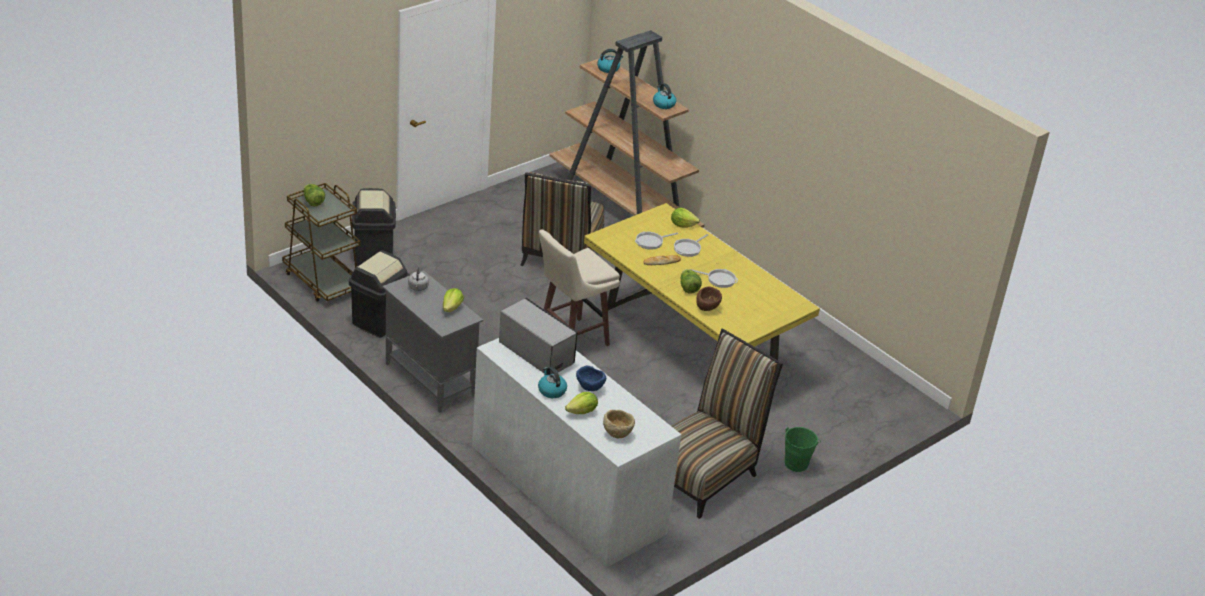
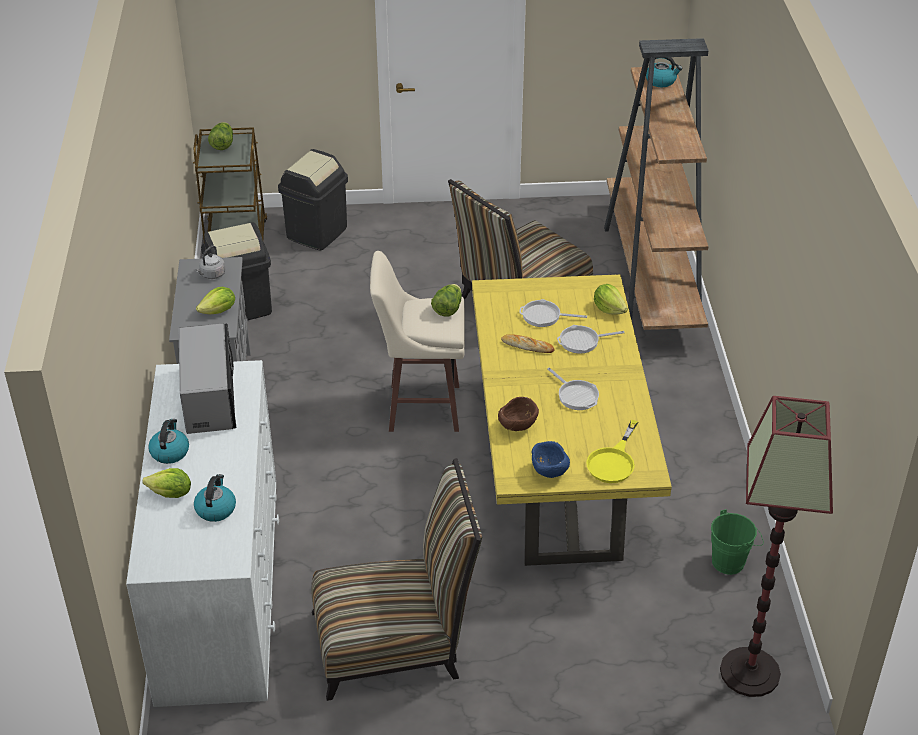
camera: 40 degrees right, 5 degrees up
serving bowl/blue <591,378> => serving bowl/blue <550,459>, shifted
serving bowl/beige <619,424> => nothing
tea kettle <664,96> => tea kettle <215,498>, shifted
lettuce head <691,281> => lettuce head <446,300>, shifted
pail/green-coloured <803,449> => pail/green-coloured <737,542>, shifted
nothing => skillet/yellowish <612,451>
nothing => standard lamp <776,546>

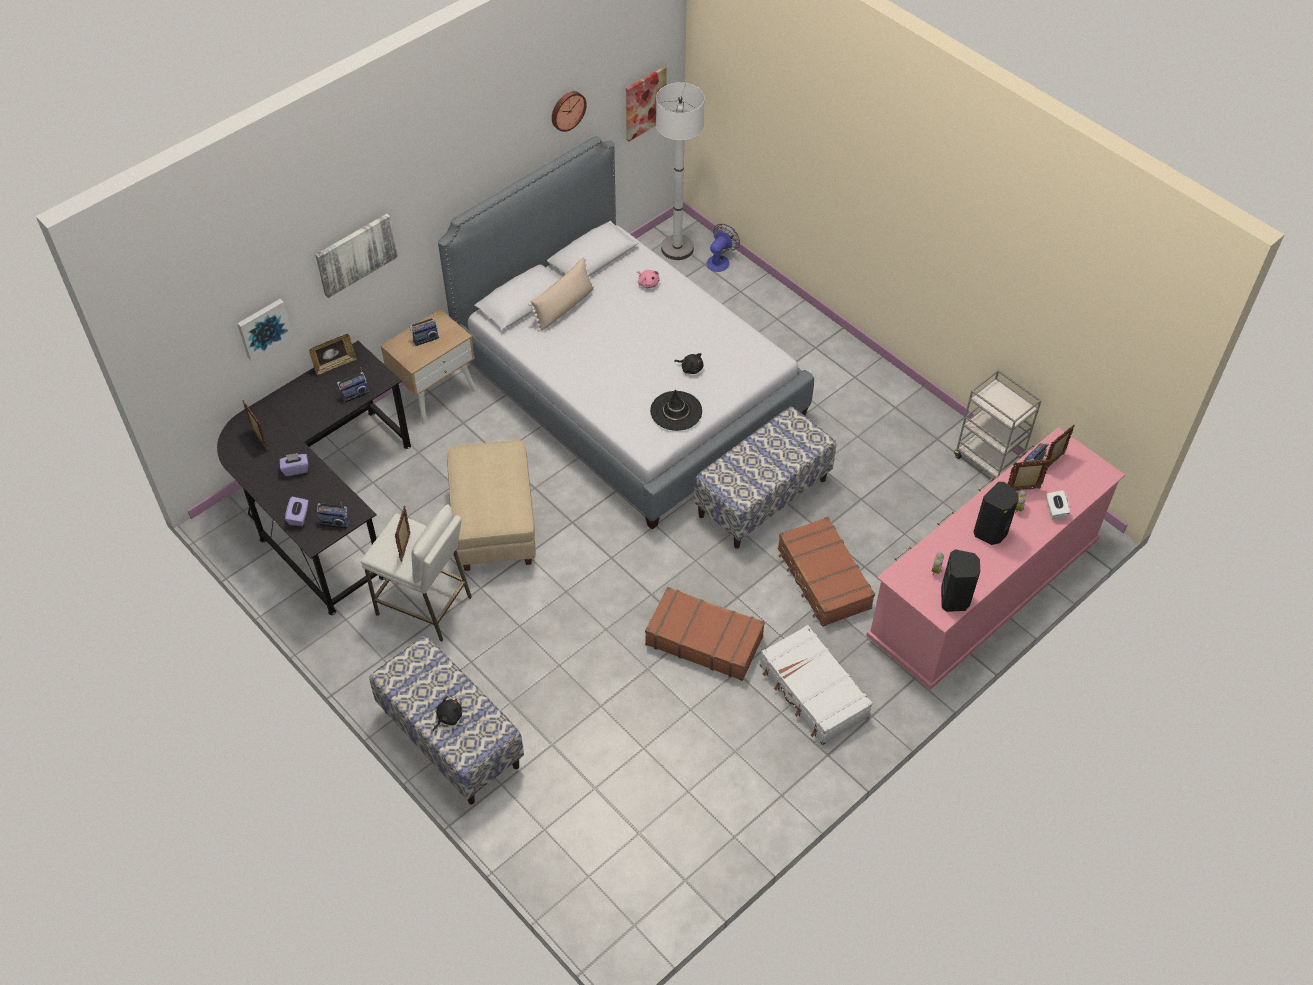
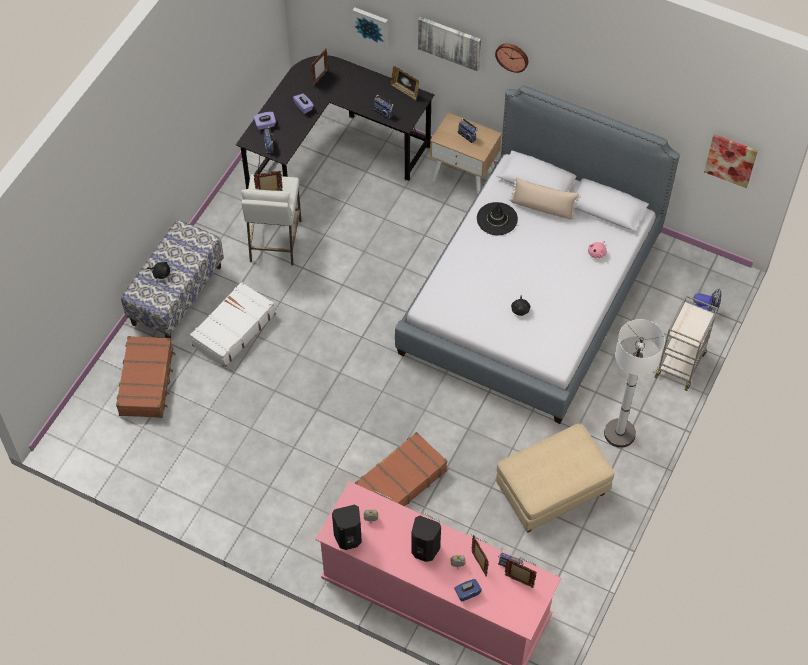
camera: 70 degrees right, 5 degrees up
footrest/beige <491,505> => footrest/beige <555,478>, shifted
wall clock <569,111> => wall clock <511,58>, shifted
suitcase/brownish <705,634> => suitcase/brownish <146,377>, shifted
wearable hat/black-coloured <676,410> => wearable hat/black-coloured <497,218>, shifted
standard lamp/whitish <680,171> => standard lamp/whitish <634,383>, shifted
bench <765,478> => nothing
suitcase/whitish <816,685> => suitcase/whitish <232,324>, shifted
trolley/gray <998,424> => trolley/gray <686,343>, shifted
box of tissues/whitish <1058,505> => box of tissues/blue <468,590>

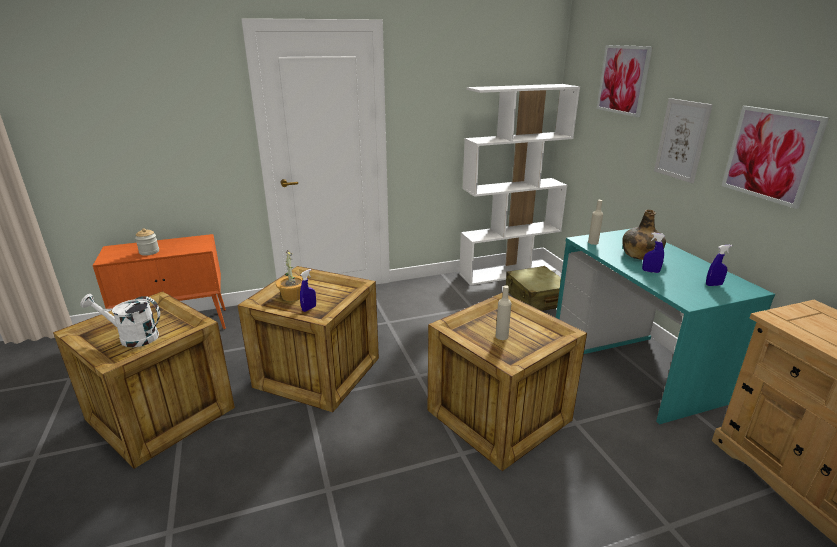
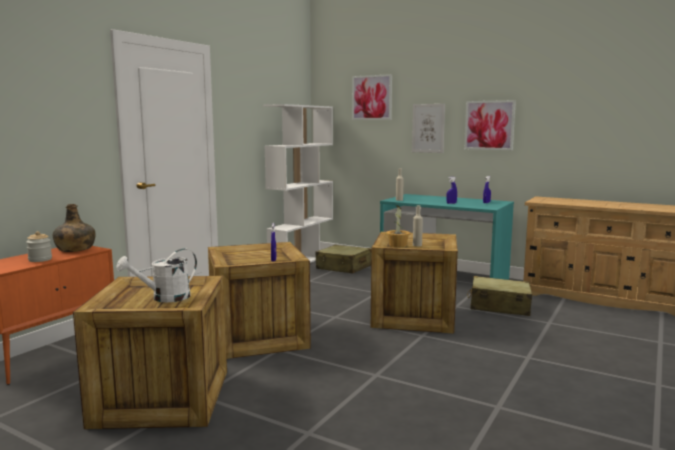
camera: 40 degrees left, 15 degrees down
potted plant <289,275> => potted plant <398,226>, shifted
bottle/green-coloured <644,235> => bottle/green-coloured <74,228>, shifted
nothing => suitcase/beige <499,296>

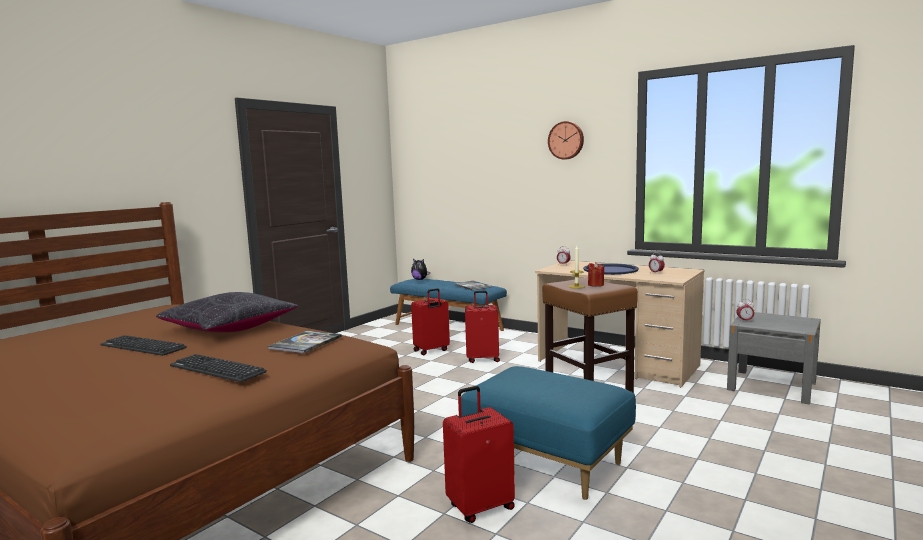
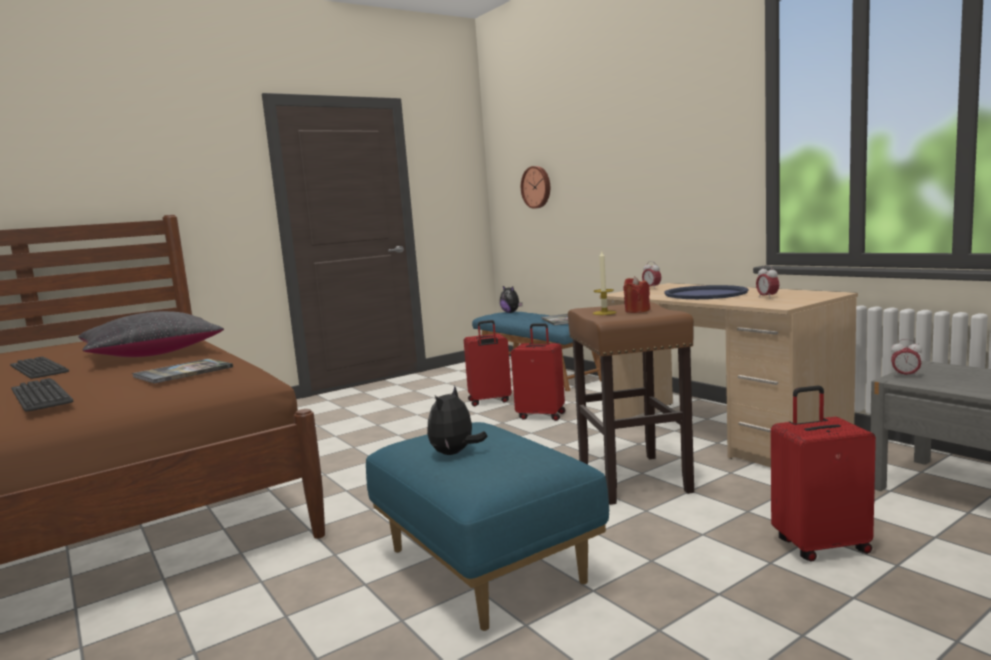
camera: 20 degrees right, 0 degrees up
suitcase/reddish <479,454> => suitcase/reddish <823,474>, shifted
wall clock <566,140> => wall clock <535,187>, shifted
nothing => plush toy <457,420>

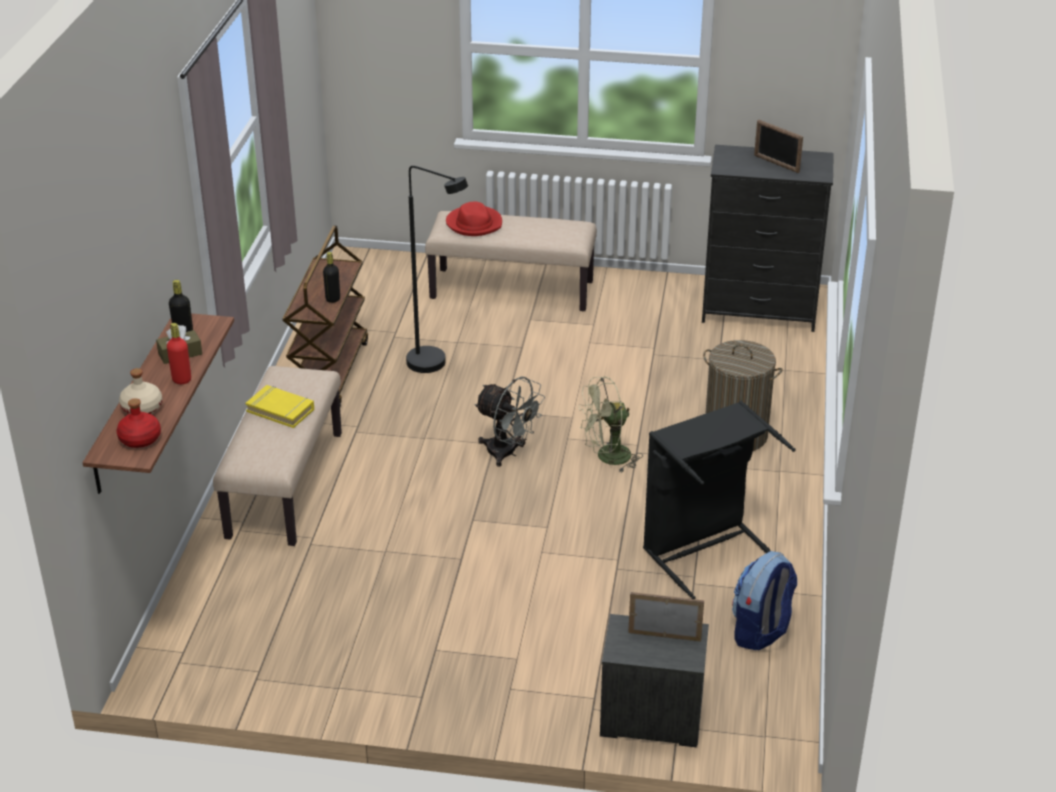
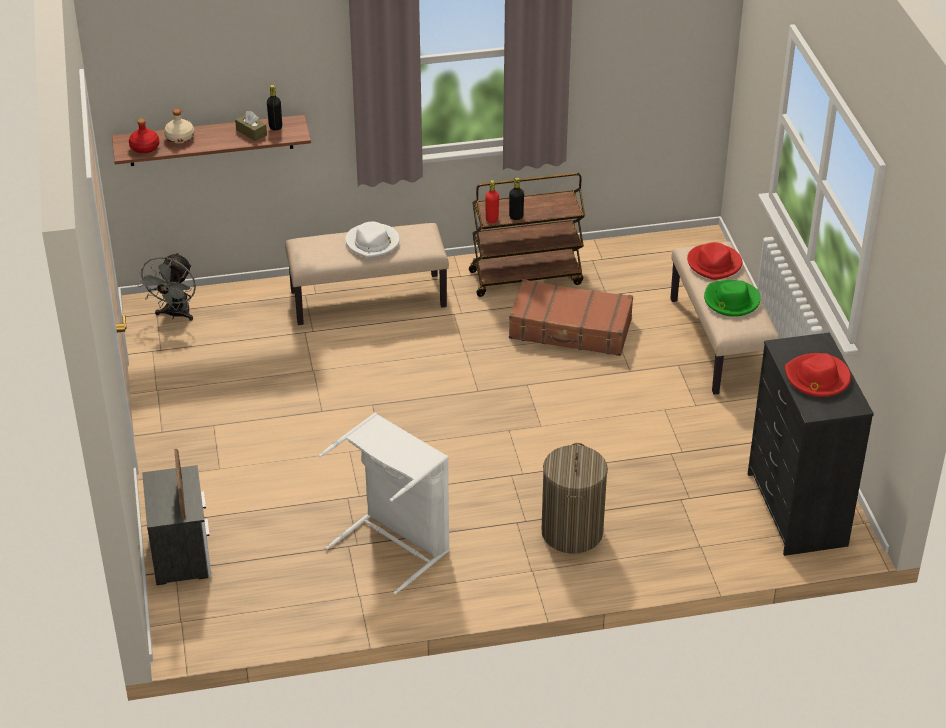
camera: 70 degrees right, 5 degrees up
bottle/reddish <179,353> => bottle/reddish <492,201>, shifted
volume/yellowish <279,406> => wearable hat/whitish <373,240>
standard lamp/black-coloured <437,269> => suitcase/brownish <571,317>
electric fan/gray <509,422> => electric fan/gray <166,286>, shifted
electric fan/green-coloured <611,424> => nothing
hamper/black-coloured <719,500> => hamper/whitish <384,503>
backpack <764,601> => nothing
picture frame <778,146> => wearable hat/reddish <818,375>
nothing => wearable hat/green-coloured <732,298>

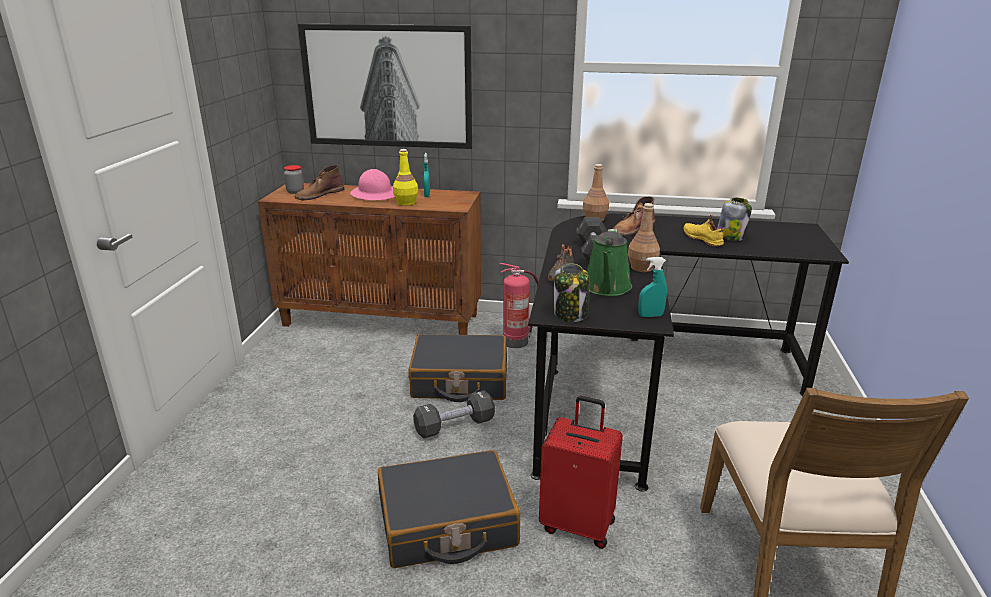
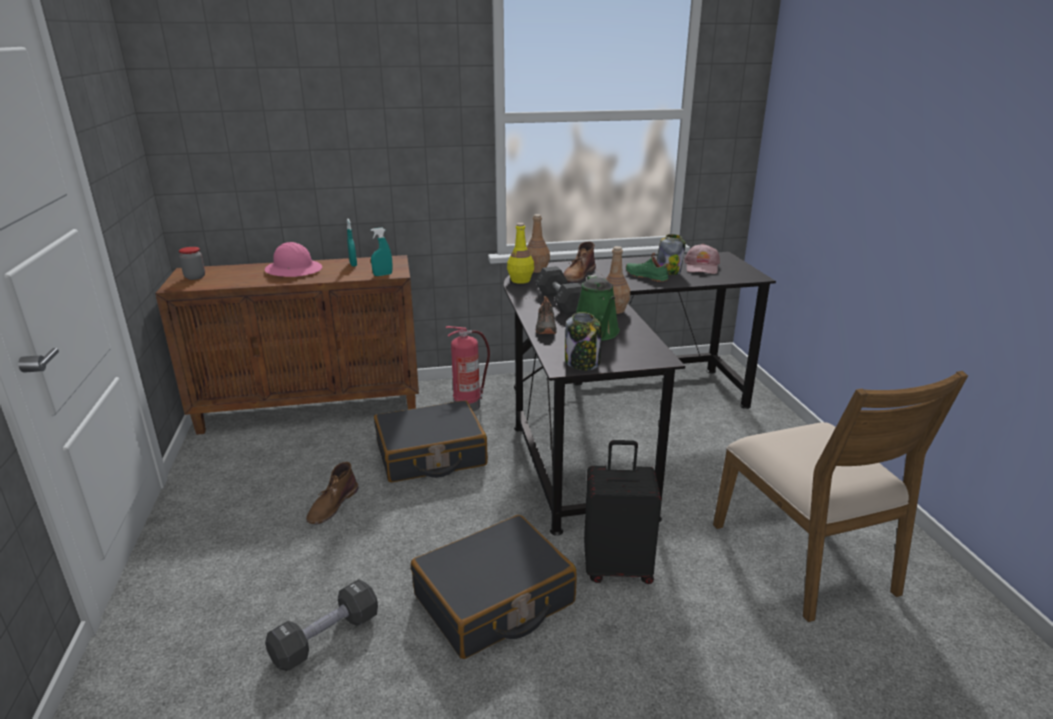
camera: 20 degrees left, 0 degrees up
tall boot/brownish <319,183> => tall boot/brownish <332,493>, shifted
picture <385,86> => nothing
bottle/yellowish <405,177> => bottle/yellowish <520,253>, shifted
dumbbell/black-coloured <454,414> => dumbbell/black-coloured <321,625>, shifted
suitcase/reddish <581,472> => suitcase/black-coloured <622,512>
sprayer/turquoise <652,287> => sprayer/turquoise <382,252>, shifted
shoe/yellowish <704,230> => shoe/green-coloured <647,267>
nothing => peaked cap/pink <702,259>

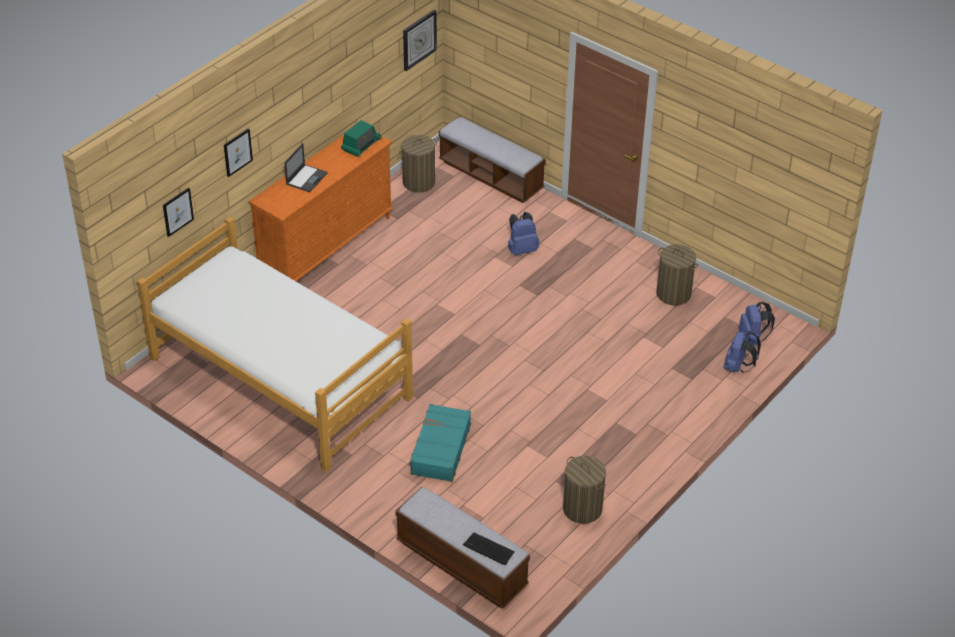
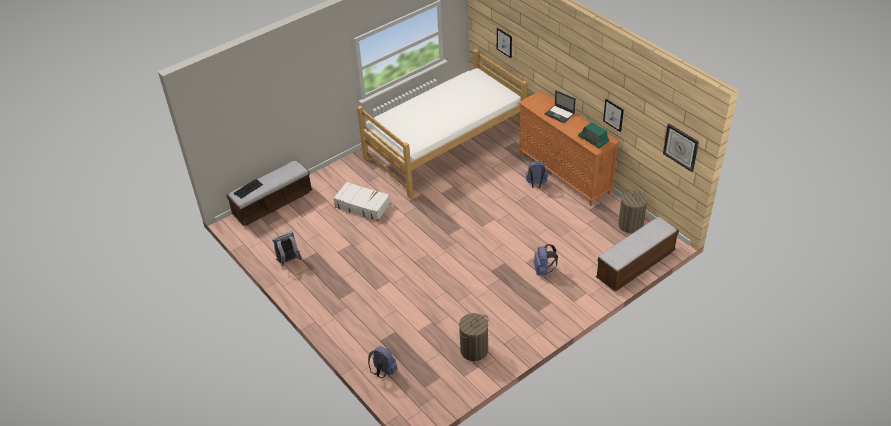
camera: 105 degrees right, 0 degrees up
picture <238,153> => picture <613,115>, shifted
suitcase/turquoise <440,443> => suitcase/whitish <362,201>
hamper <584,490> => backpack/gray <287,248>
backpack/blue <757,323> => backpack/blue <536,174>, shifted

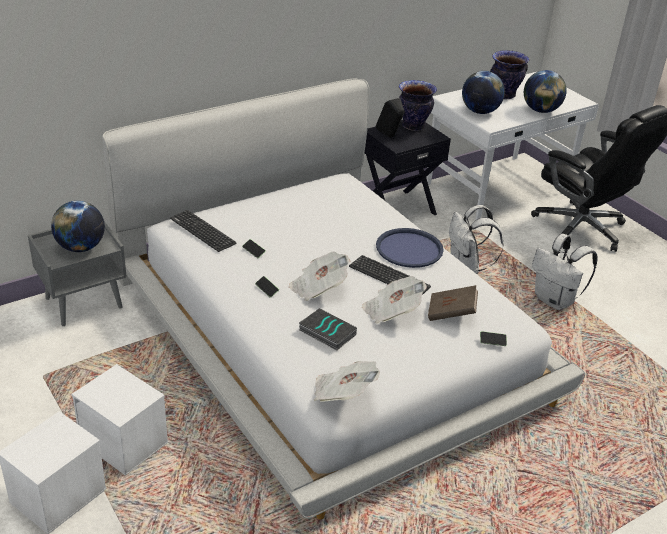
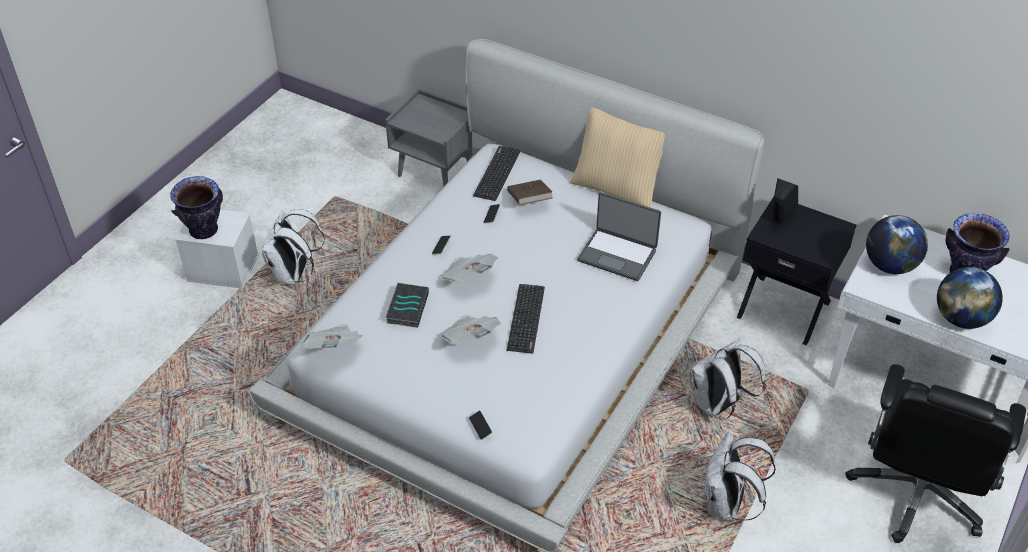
camera: 65 degrees right, 10 degrees up
world globe <78,226> => nothing
storage bin/whitish <120,420> => backpack/whitish <293,247>
carrying tray/blue <410,248> => nothing
vase <418,105> => vase <196,207>, shifted
volume/brownish <453,303> => volume/brownish <530,192>, shifted
nothing => cushion/beige <617,157>
nothing => notebook computer <619,236>

